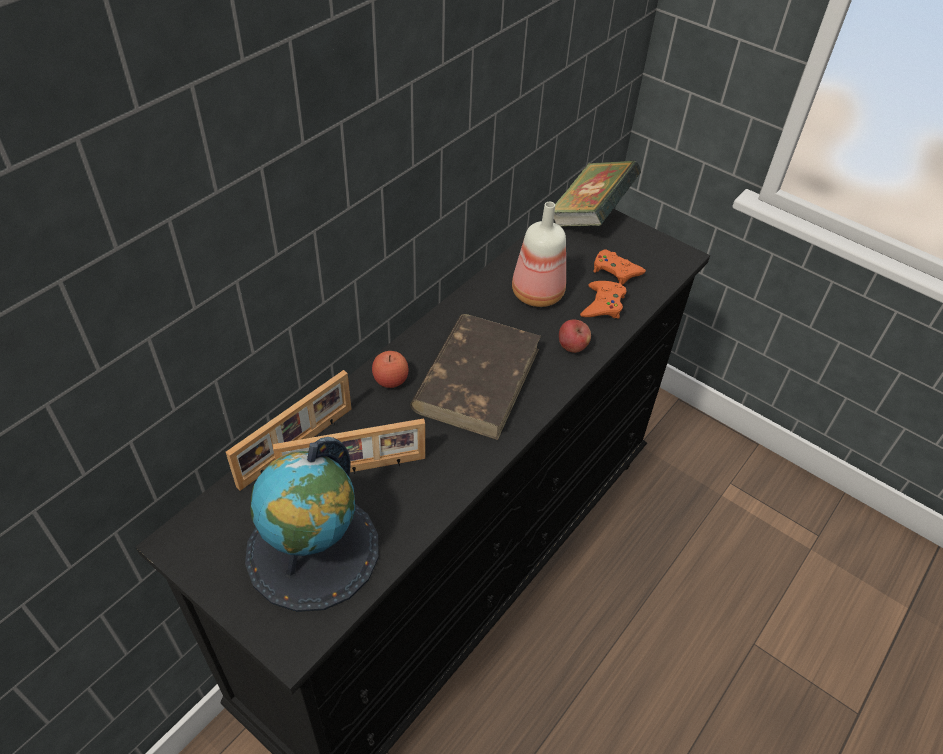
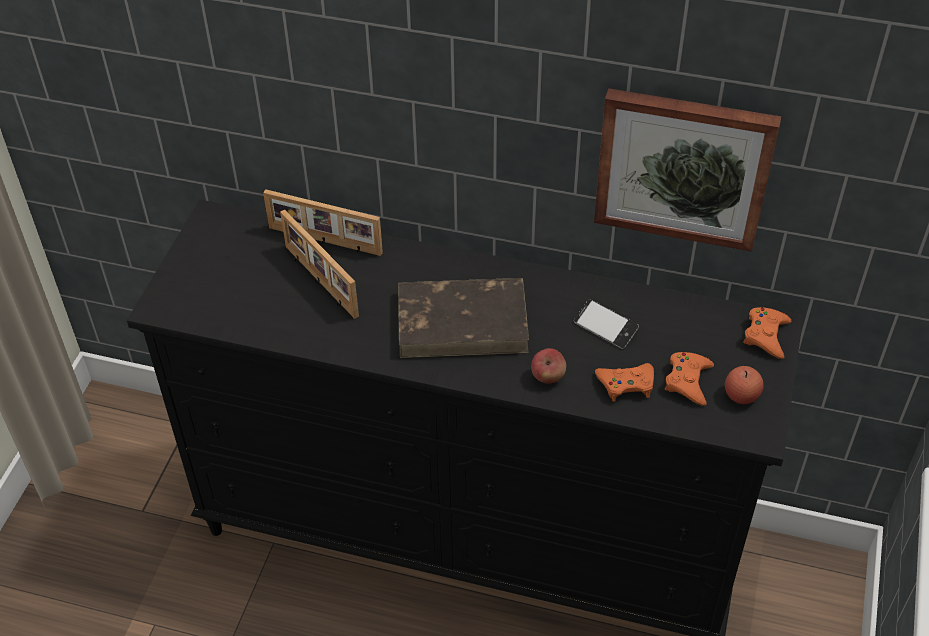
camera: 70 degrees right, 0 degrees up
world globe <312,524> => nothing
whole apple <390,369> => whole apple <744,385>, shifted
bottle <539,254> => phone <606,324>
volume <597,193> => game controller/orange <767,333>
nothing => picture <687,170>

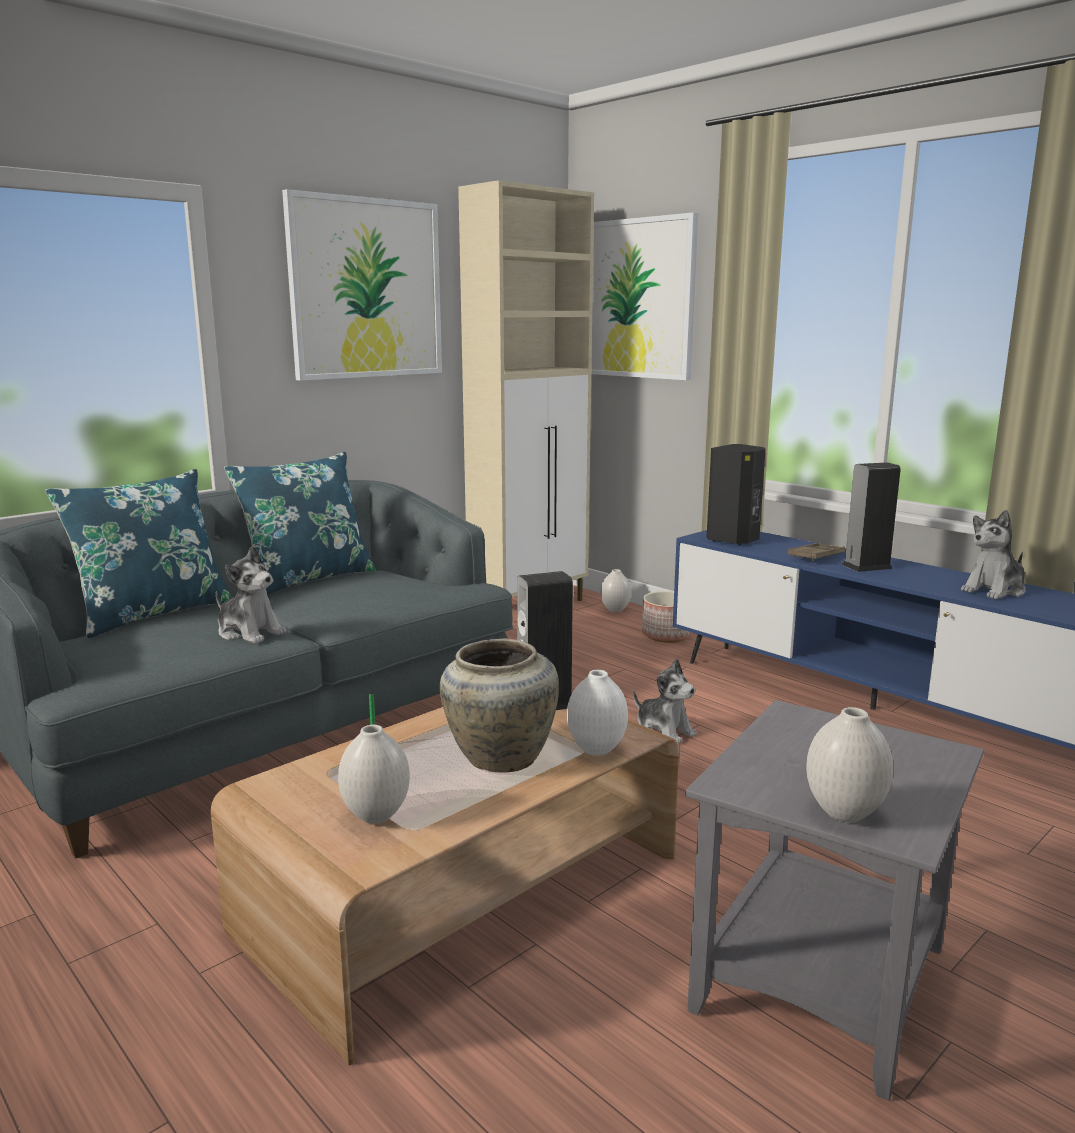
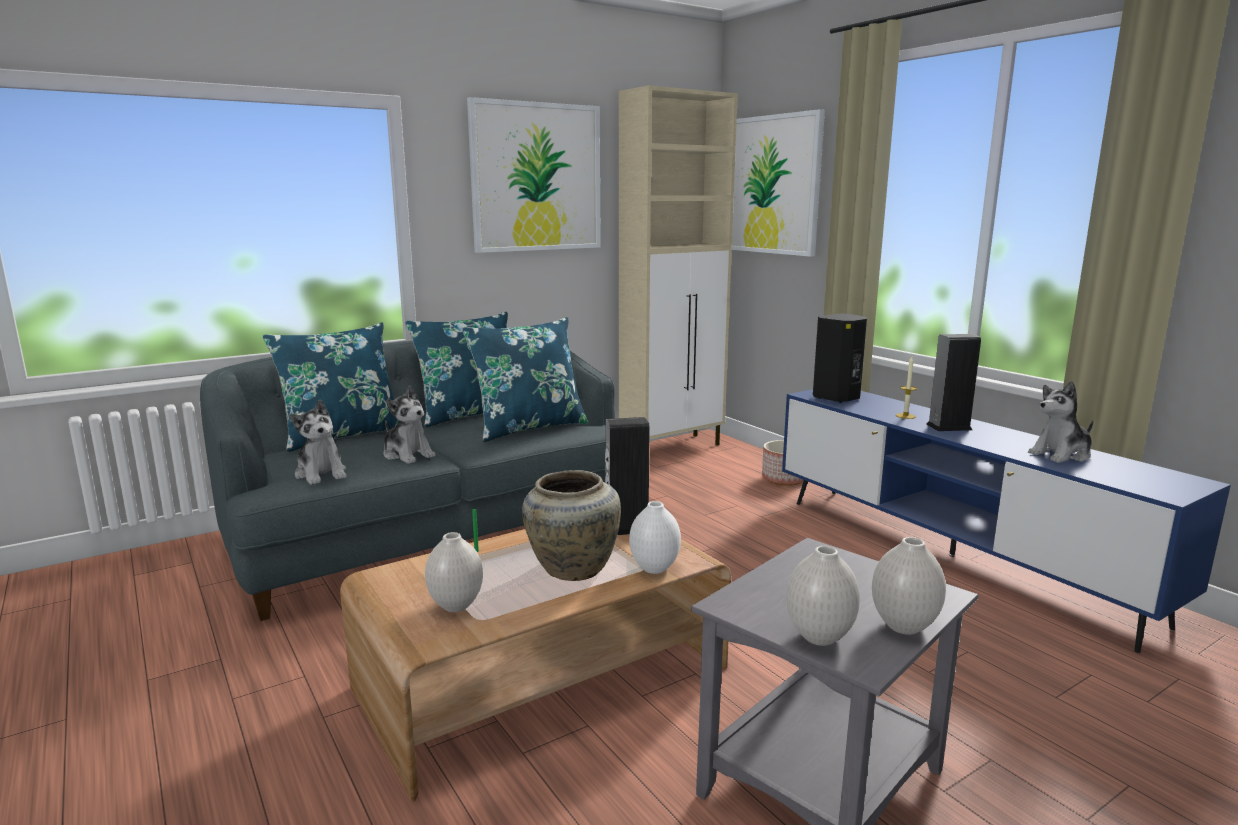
camera: 10 degrees right, 0 degrees up
vase/whitish <616,590> => vase/whitish <909,586>, shifted
plush toy <665,701> => plush toy <318,442>, shifted
carrying tray/brownish <816,552> => wax candle <906,388>
nothing => cushion/blue <525,379>

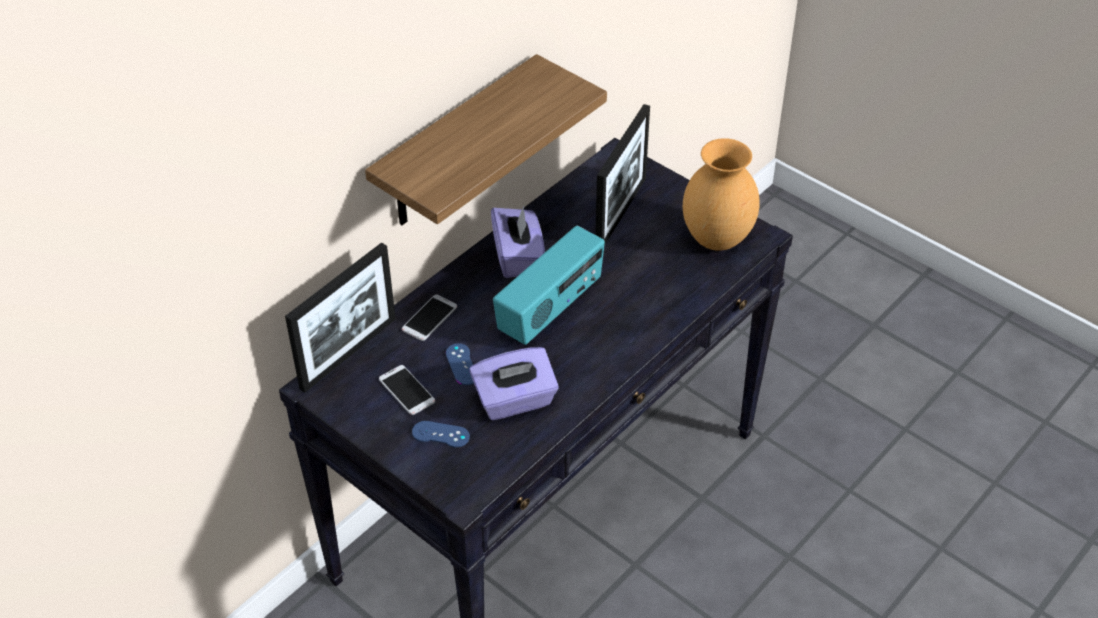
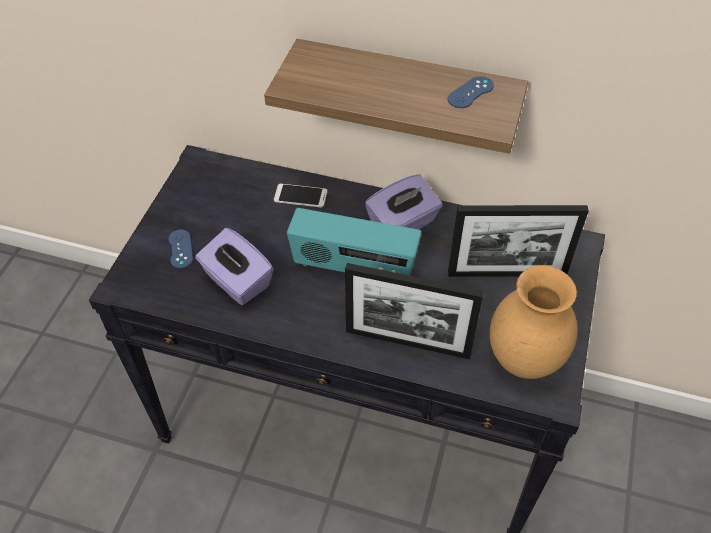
camera: 65 degrees right, 5 degrees up
picture frame <340,317> => picture frame <414,311>, shifted
phone <407,390> => nothing
game controller/blue <460,364> => game controller/blue <470,92>, shifted

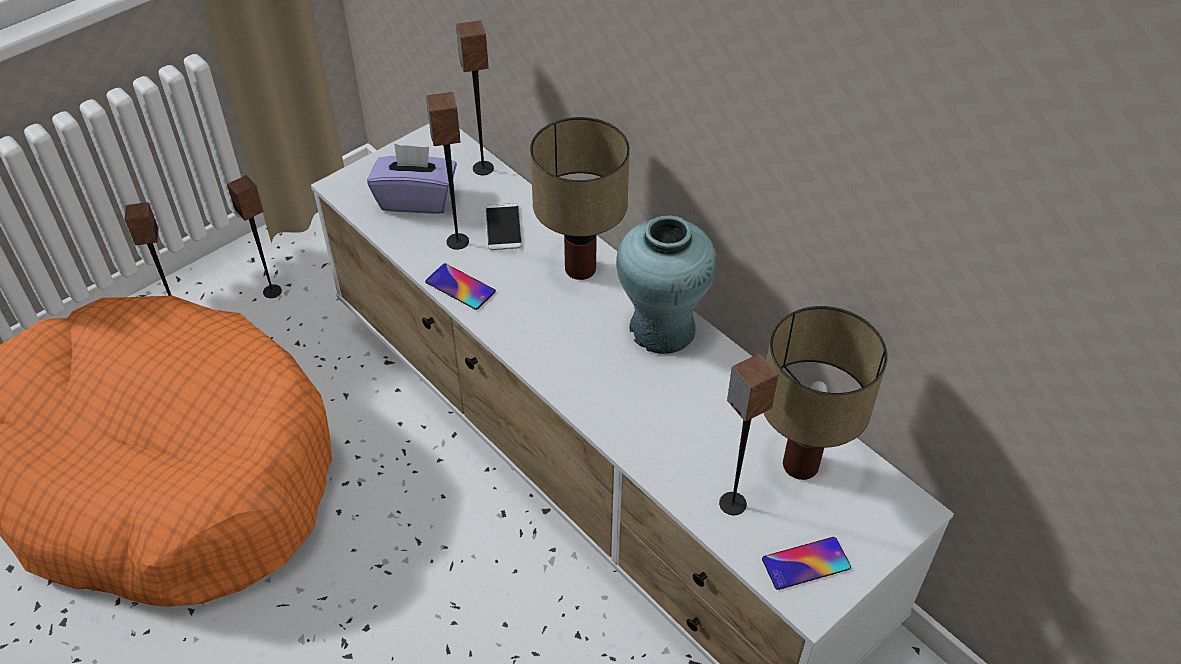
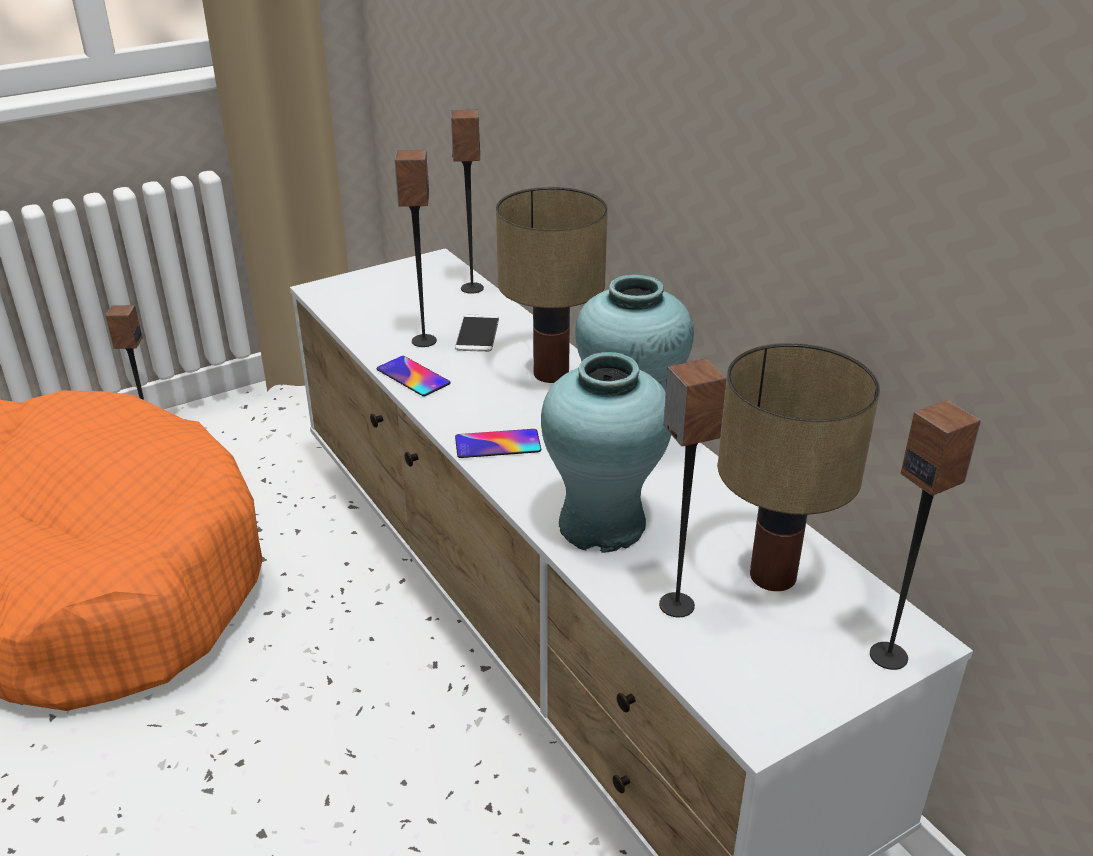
camera: 10 degrees right, 15 degrees down
speaker <254,236> => speaker <925,535>, shifted
box of tissues/purple-coloured <412,179> => nothing
phone <806,563> => phone <498,443>, shifted
nothing => vase/turquoise <606,452>

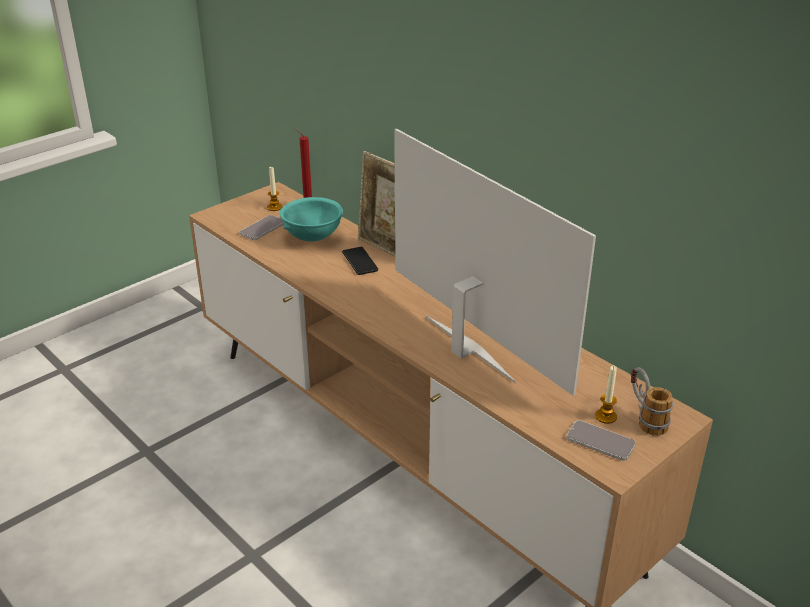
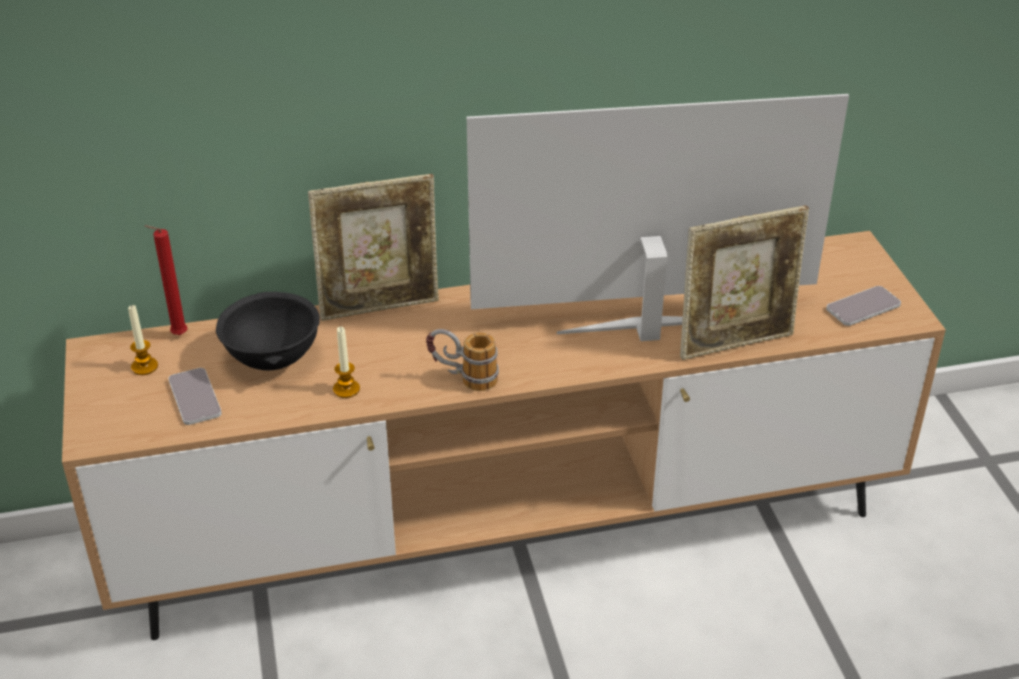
camera: 60 degrees left, 5 degrees up
serving bowl/turquoise <311,219> => serving bowl/black-coloured <268,331>
phone <360,261> => nothing
wax candle <606,395> => wax candle <346,362>, shifted
coffee mug <652,401> => coffee mug <462,360>, shifted
nothing => picture frame <744,282>

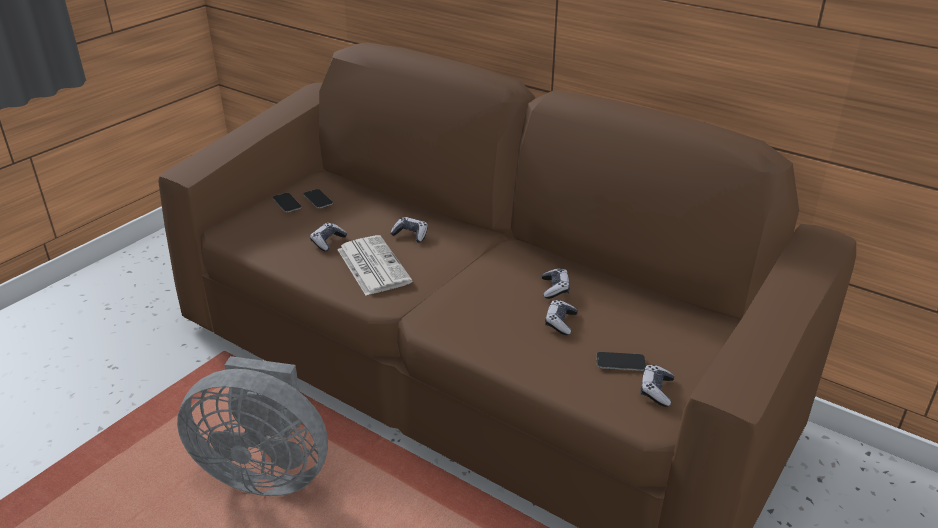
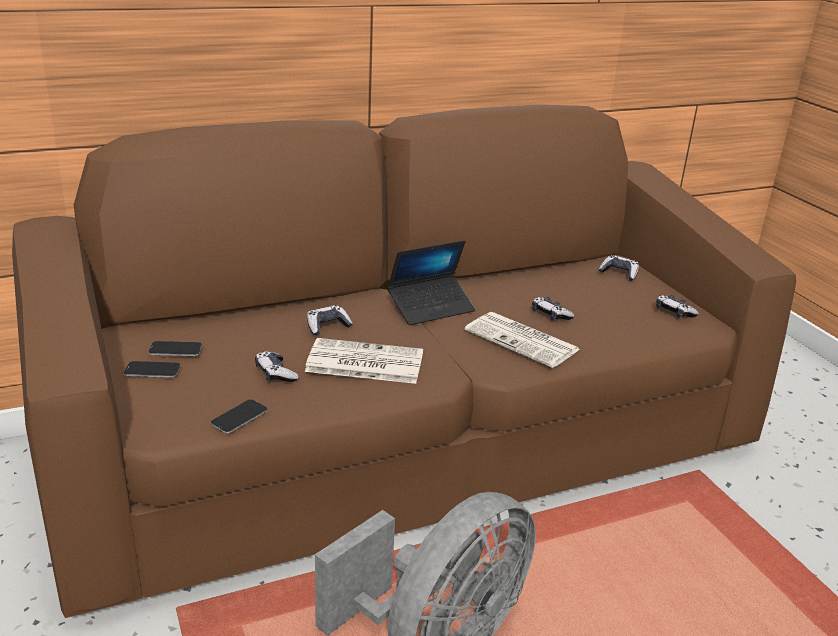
camera: 60 degrees left, 5 degrees down
game controller <556,283> => game controller <619,268>, shifted
phone <621,361> => phone <239,417>, shifted
nothing => notebook computer <431,282>
nothing => daily paper <523,340>

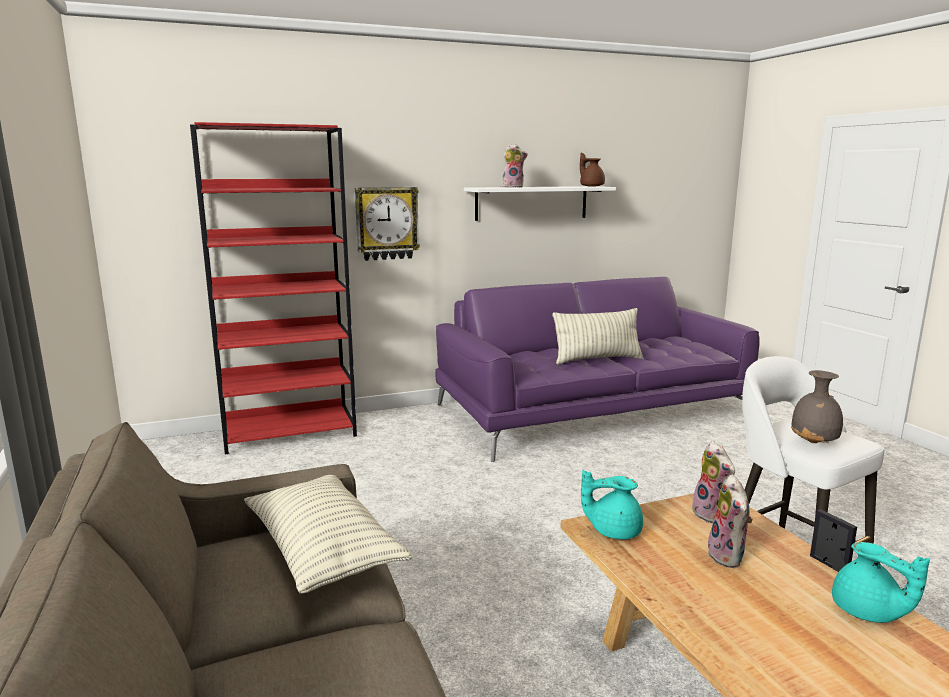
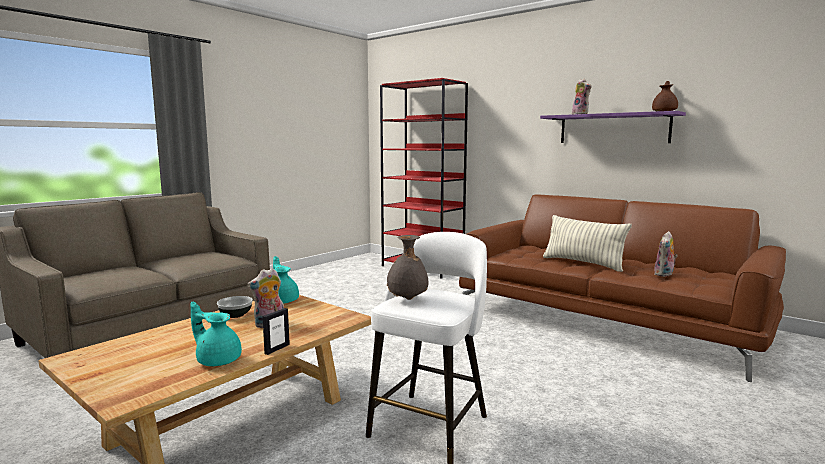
camera: 60 degrees right, 5 degrees down
cushion <328,534> => nothing
wall clock <387,224> => nothing
couch/purple-coloured <597,369> => couch/brownish <622,288>
shelf/whitish <540,203> => shelf/purple-coloured <613,127>
plush toy <712,482> => plush toy <666,254>, shifted
tea pot/turquoise <881,582> => tea pot/turquoise <216,334>, 90 degrees clockwise
nothing => serving bowl <235,307>

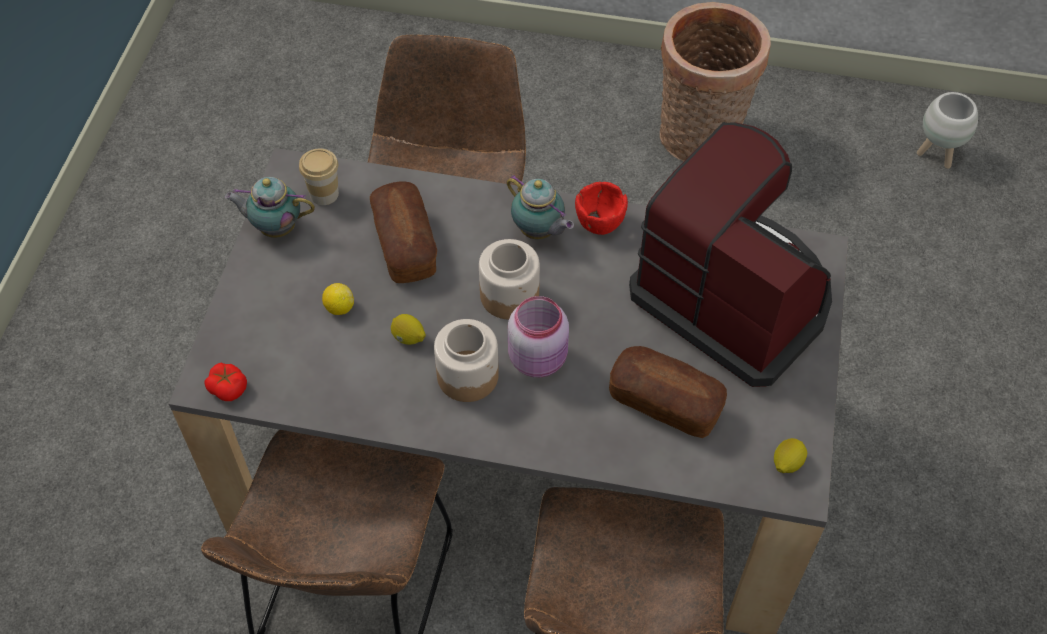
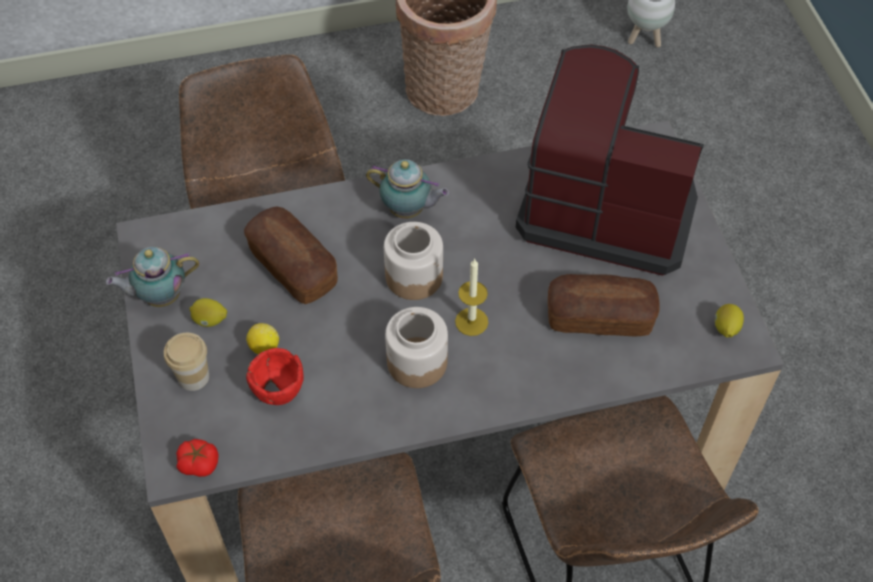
camera: 25 degrees left, 0 degrees up
cup <319,177> => cup <186,362>, shifted
lemon <408,329> => lemon <208,312>, shifted
preserve jar/pink <538,336> => wax candle <471,297>
serving bowl/reddish <601,208> => serving bowl/reddish <275,376>, shifted

